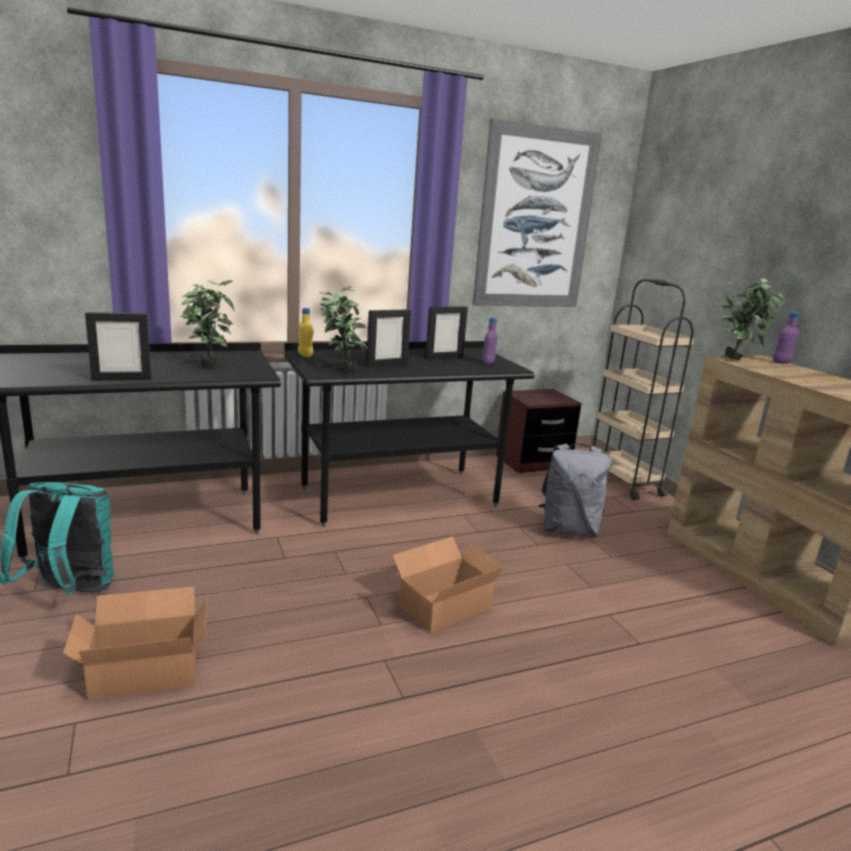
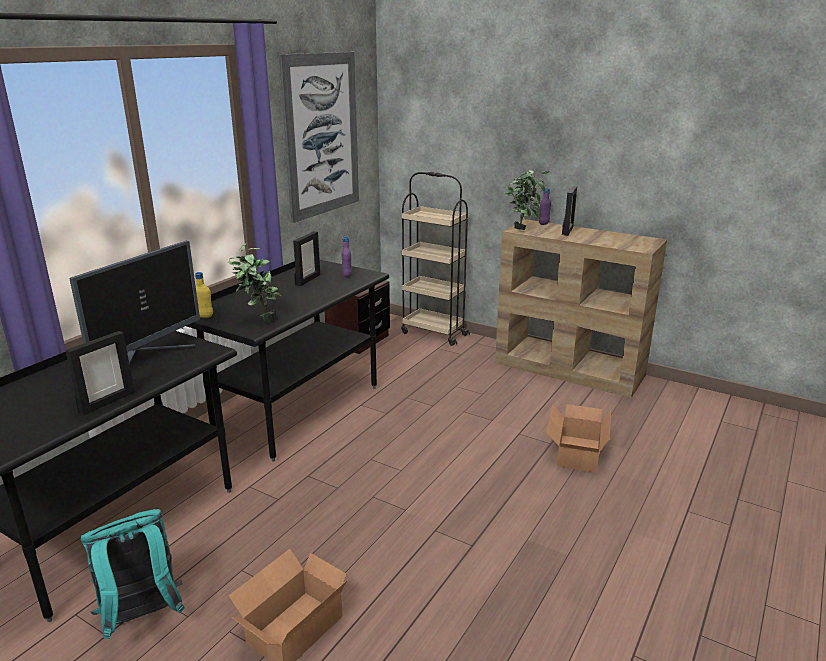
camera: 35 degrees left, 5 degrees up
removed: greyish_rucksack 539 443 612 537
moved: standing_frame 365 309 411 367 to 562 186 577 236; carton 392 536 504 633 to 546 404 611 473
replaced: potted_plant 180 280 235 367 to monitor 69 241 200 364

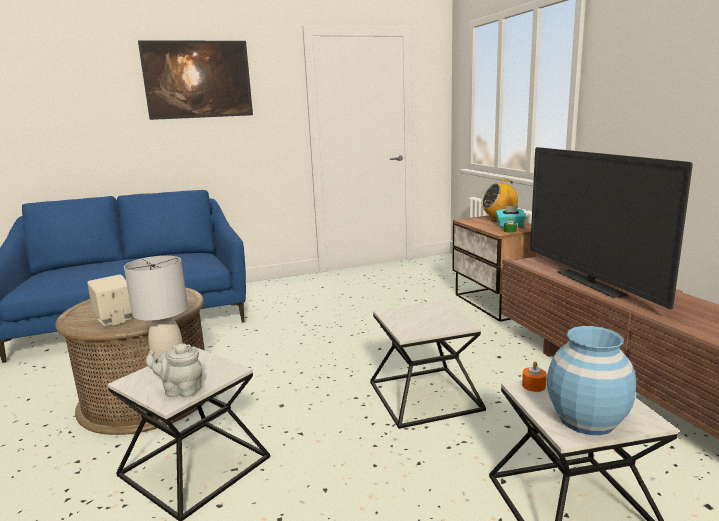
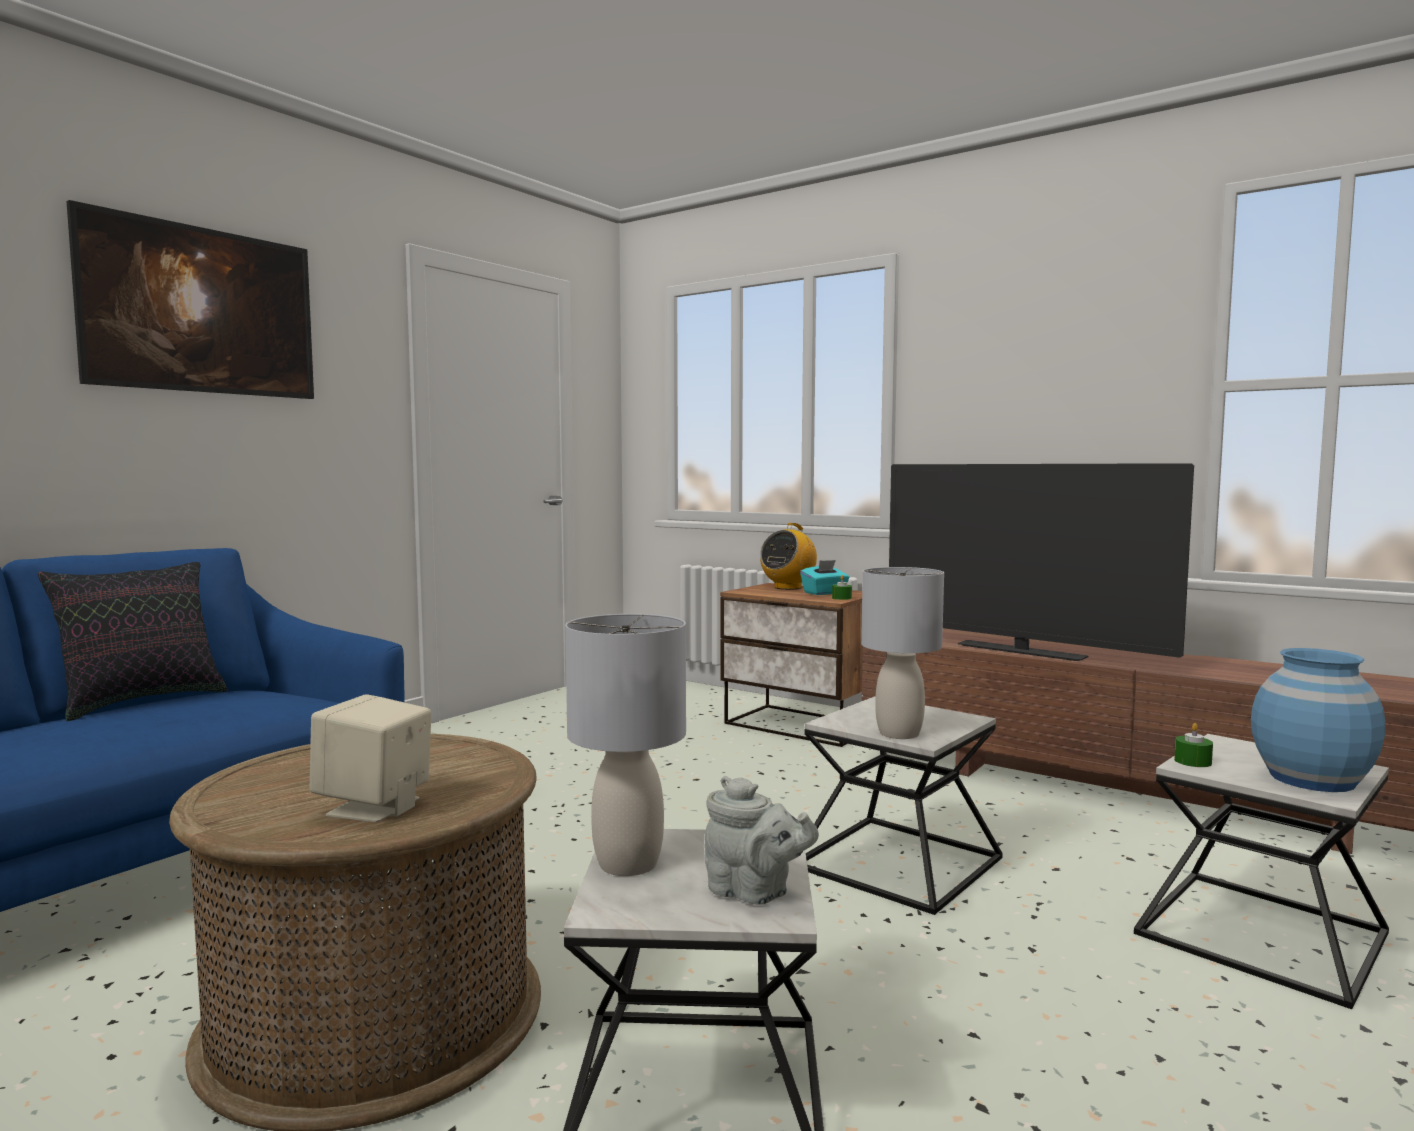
camera: 35 degrees left, 10 degrees down
added: black_cushion 38 562 227 721; greyish_tabletop_lamp 861 567 944 739
recoloured: orange-coloured_wax_candle 522 361 547 392 to green_wax_candle 1174 723 1213 767
turned: greyish_tea_pot 146 343 202 397 = 705 776 819 905 120 degrees counterclockwise

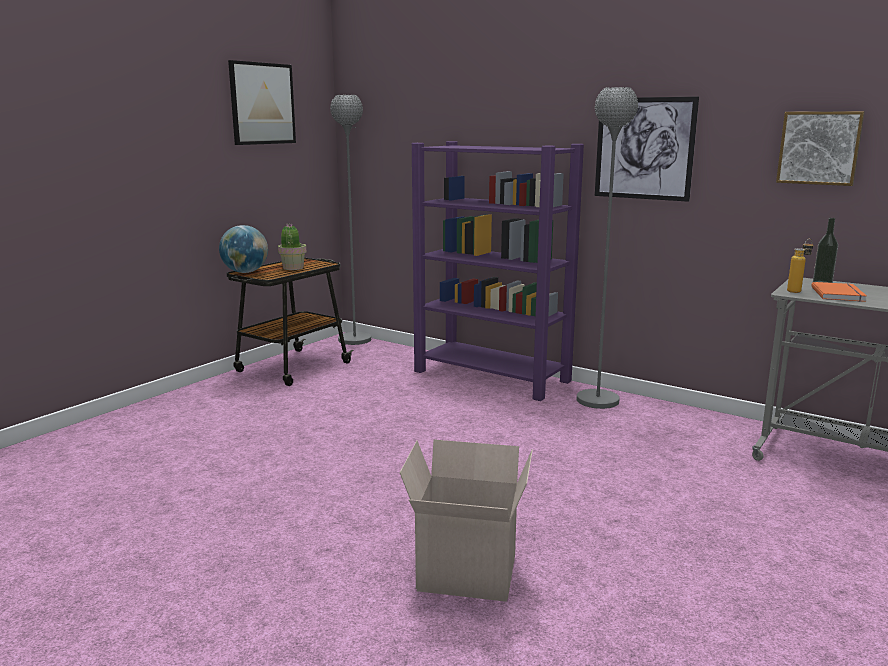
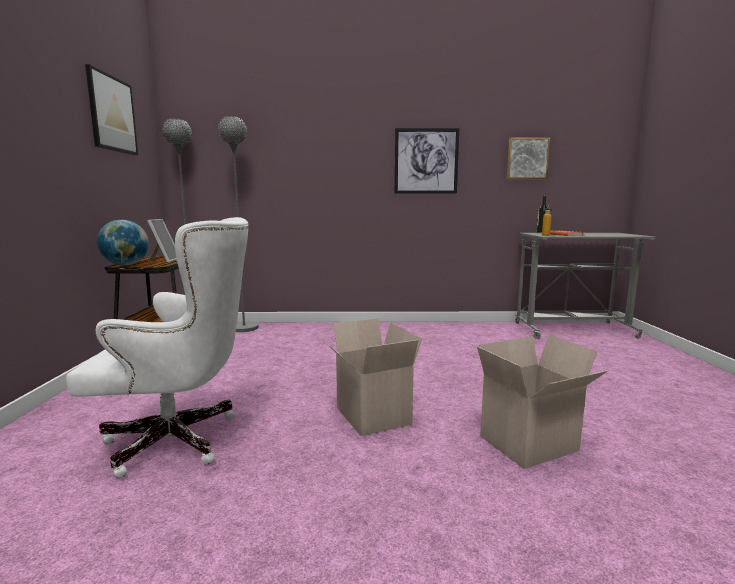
camera: 35 degrees left, 5 degrees down
removed: purple-coloured_bookshelf 412 141 584 401
added: white_computer_chair 66 217 248 478; carton 319 318 422 436
moved: greyish_standard_lamp 577 87 638 409 to 218 116 259 332
replaced: potted_plant 278 223 306 270 to standing_frame 147 219 177 262

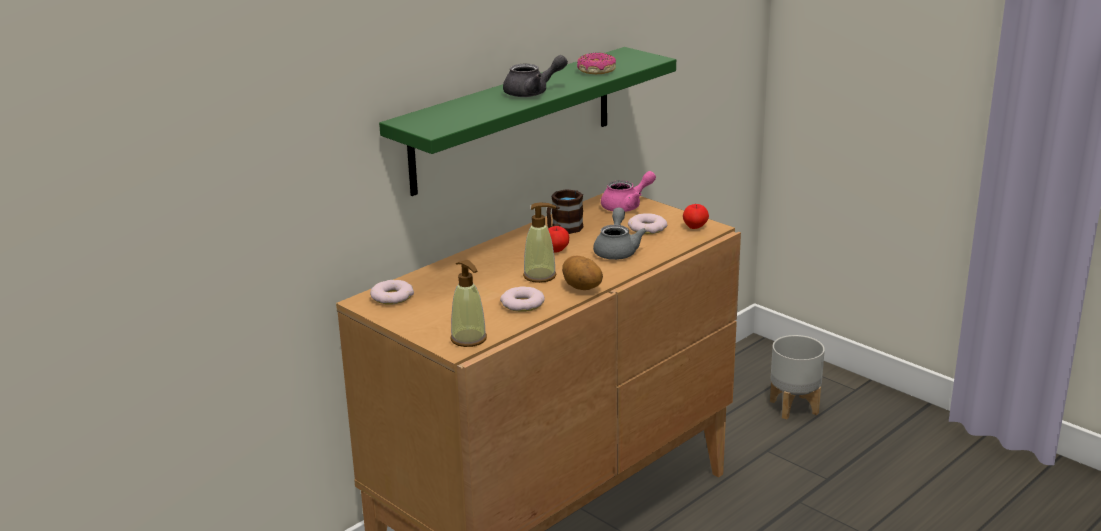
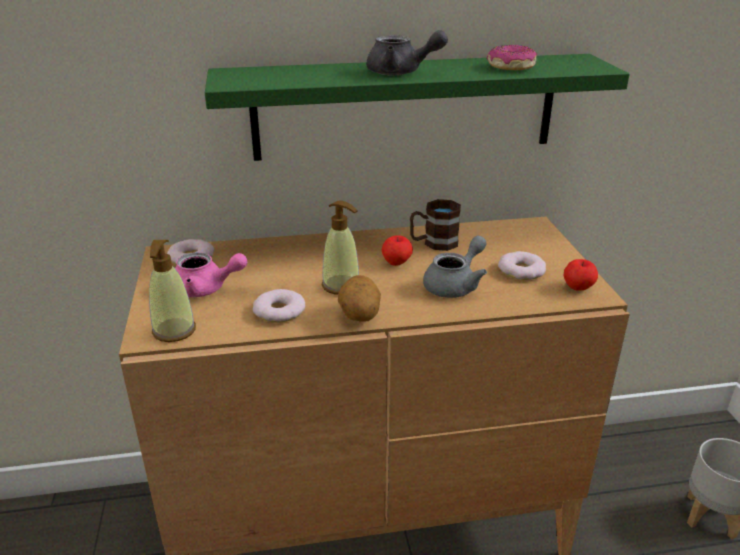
camera: 35 degrees right, 5 degrees up
moved: pinkish_tea_pot 601 171 656 212 to 175 252 247 297

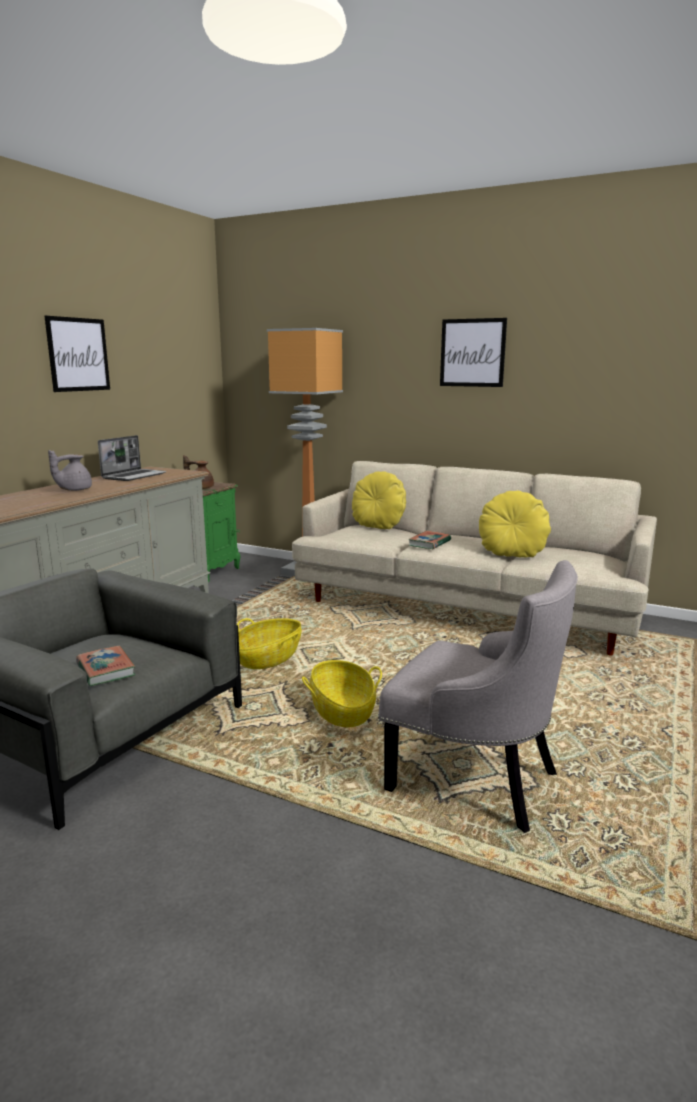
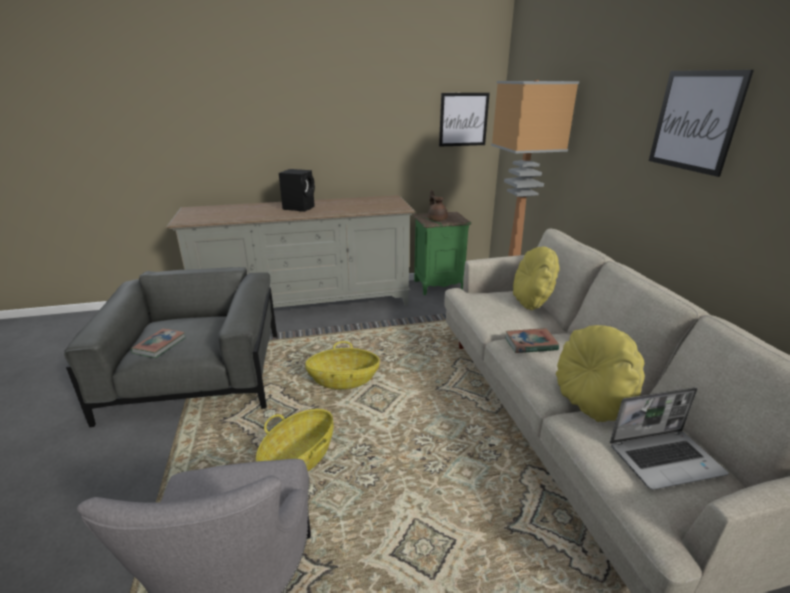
camera: 50 degrees right, 10 degrees up
moved: picture 45 316 110 392 to 439 93 490 147; notebook_computer 98 435 166 481 to 610 387 729 490
replaced: greyish_tea_pot 48 450 92 491 to black_loudspeaker 279 169 315 212

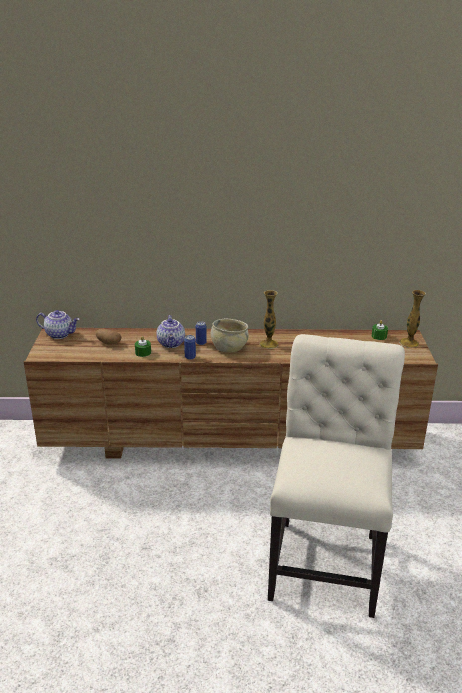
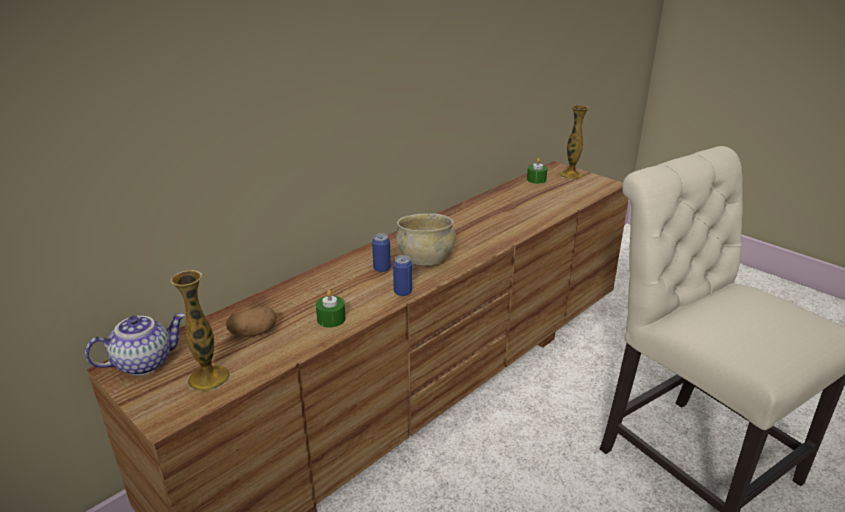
camera: 45 degrees left, 0 degrees up
removed: tea_pot 157 315 185 348
moved: flower_vase 259 290 279 349 to 170 270 230 391

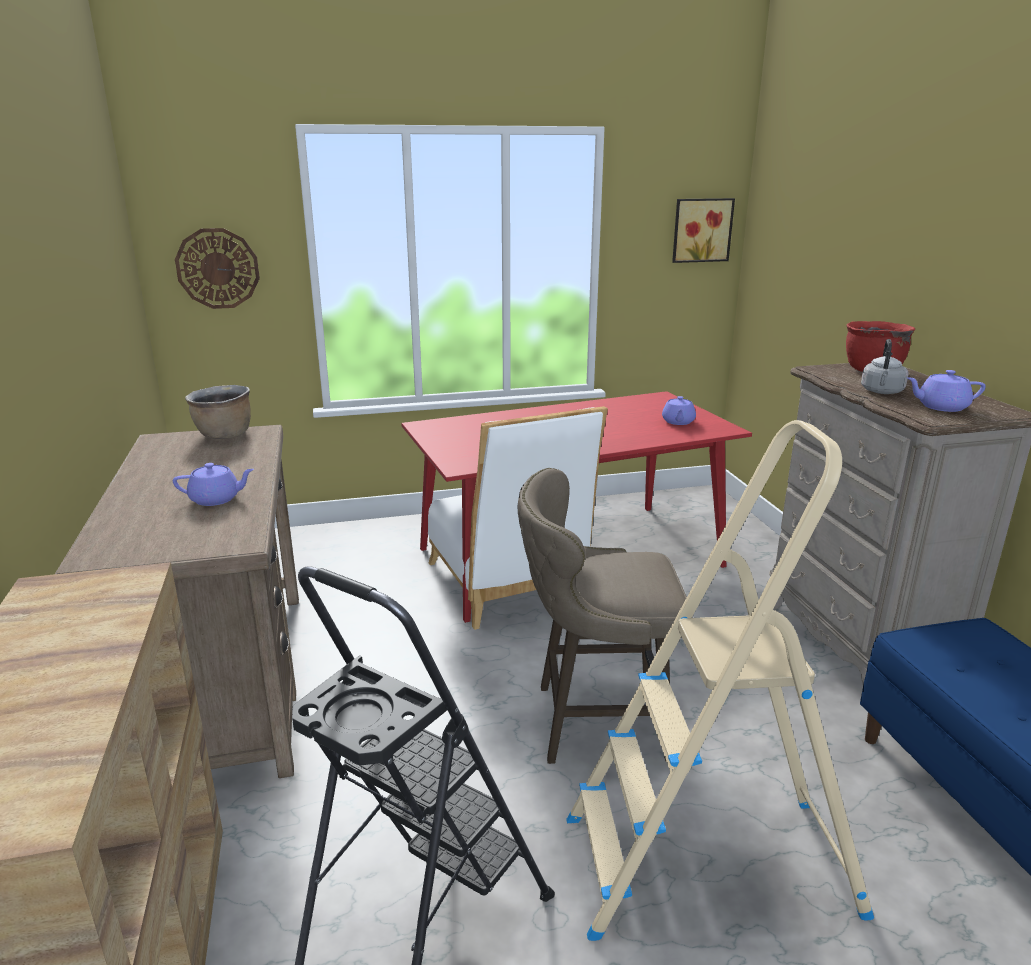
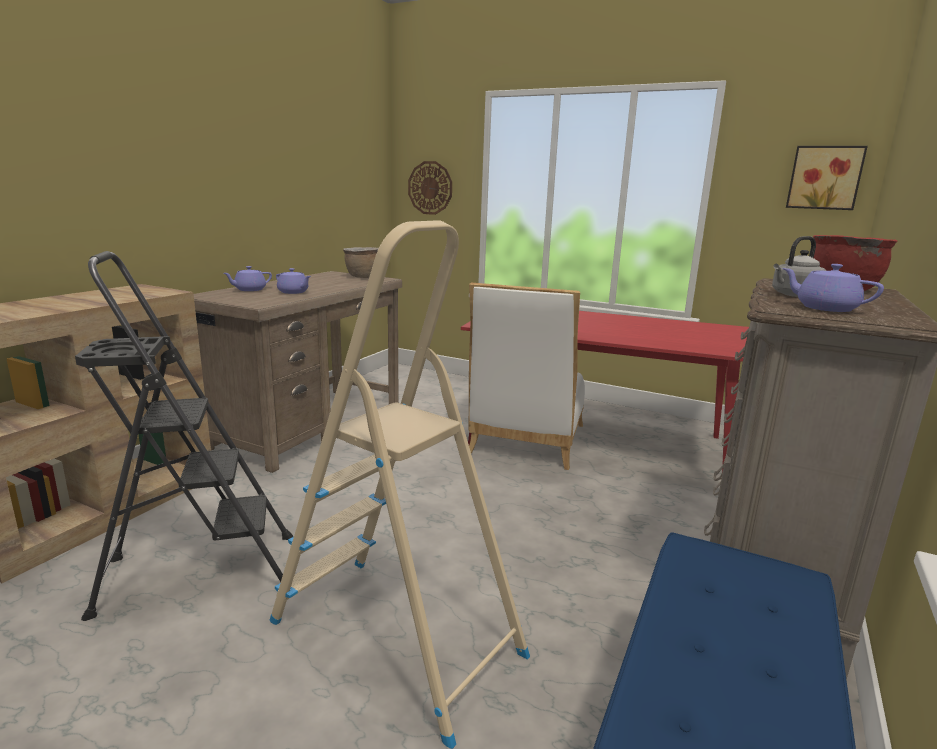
camera: 40 degrees right, 5 degrees down
removed: beige-coloured_stool_seat 518 468 687 764
moved: purple-coloured_tea_pot 662 396 696 425 to 223 266 272 291

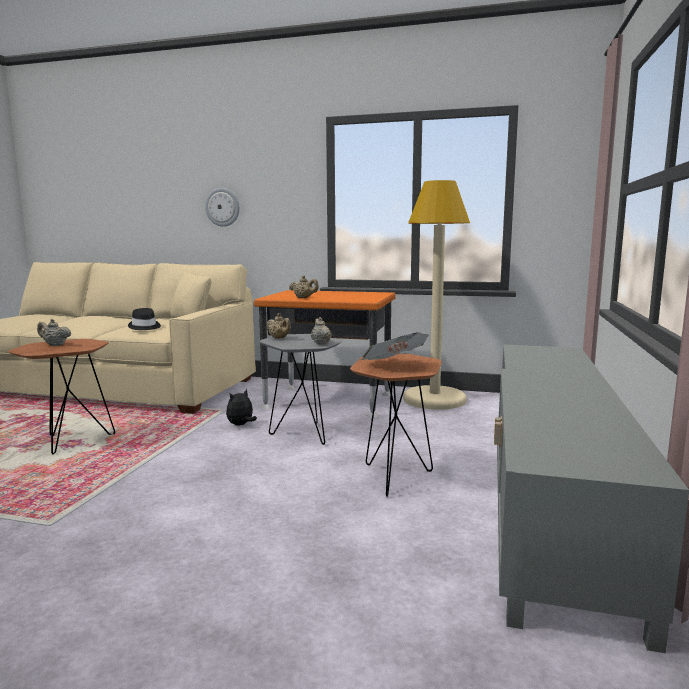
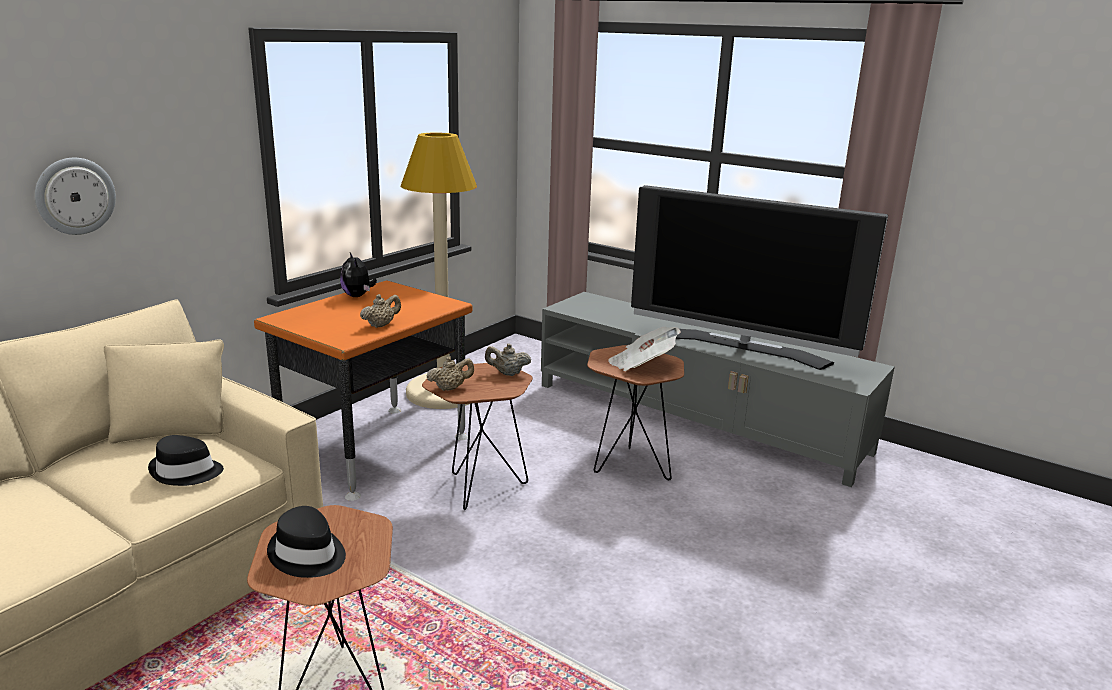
camera: 70 degrees left, 10 degrees up
added: TV 631 185 888 370
moved: plush_toy 226 389 257 425 to 340 252 377 297
replaced: beige-coloured_tea_pot 37 319 72 346 to black_hat 267 506 346 578
recoloured: greyish_accent_table 259 334 342 445 to brown-coloured_accent_table 422 363 533 510

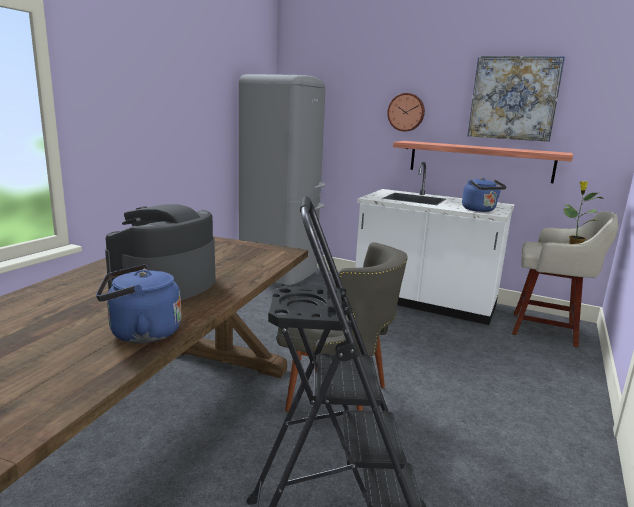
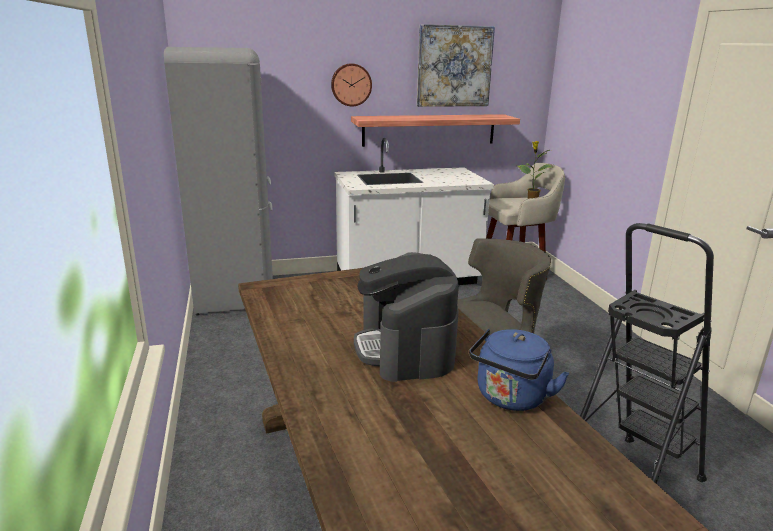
camera: 40 degrees left, 5 degrees up
removed: blue_water_kettle 462 177 507 212

